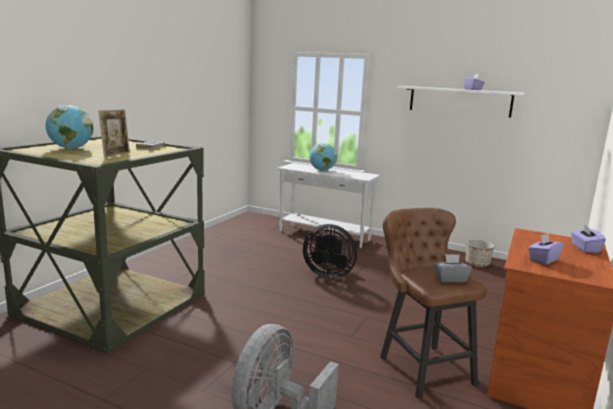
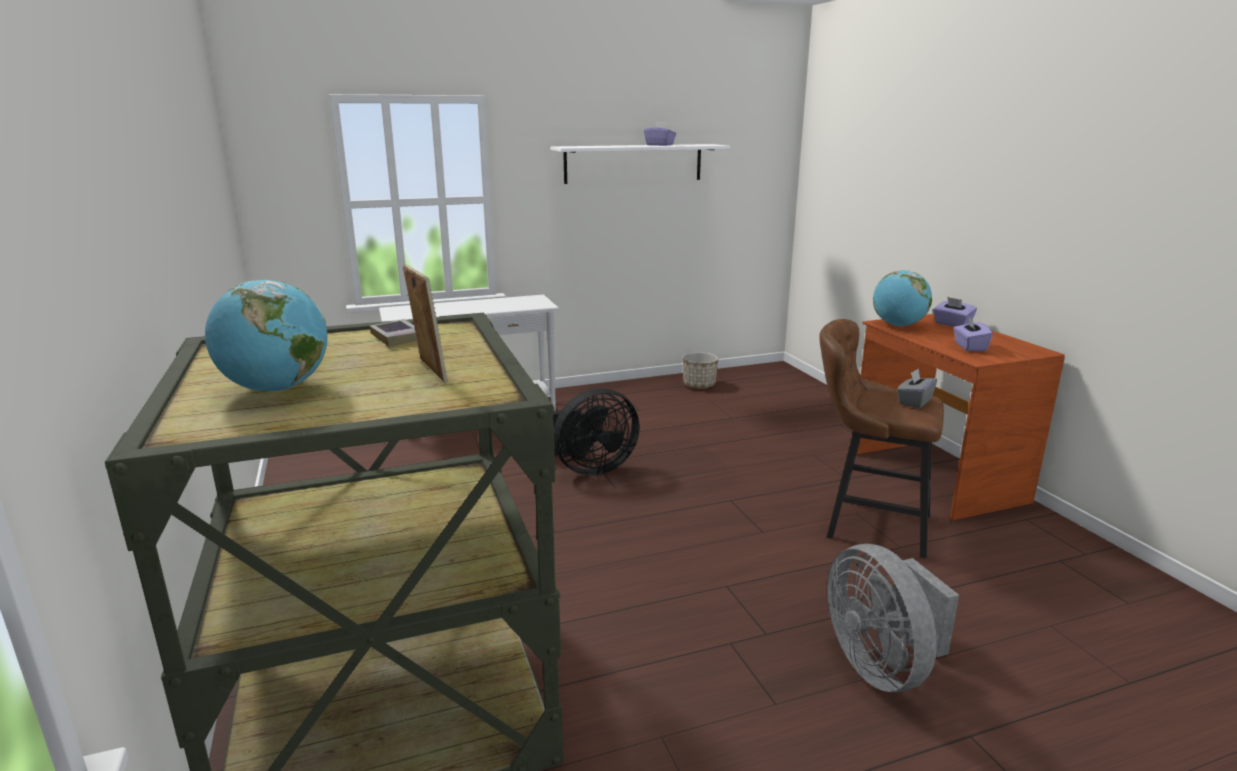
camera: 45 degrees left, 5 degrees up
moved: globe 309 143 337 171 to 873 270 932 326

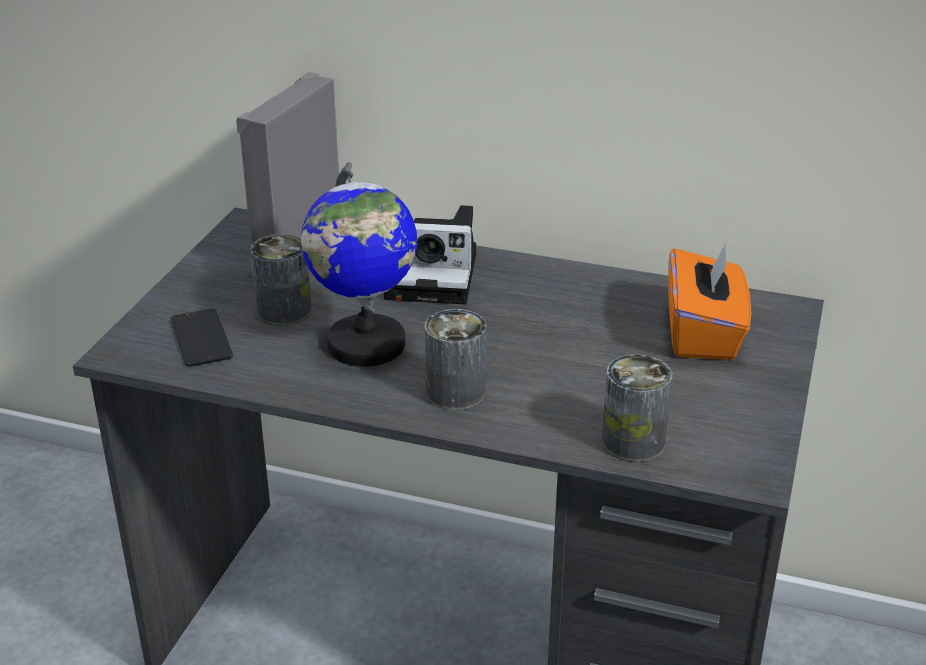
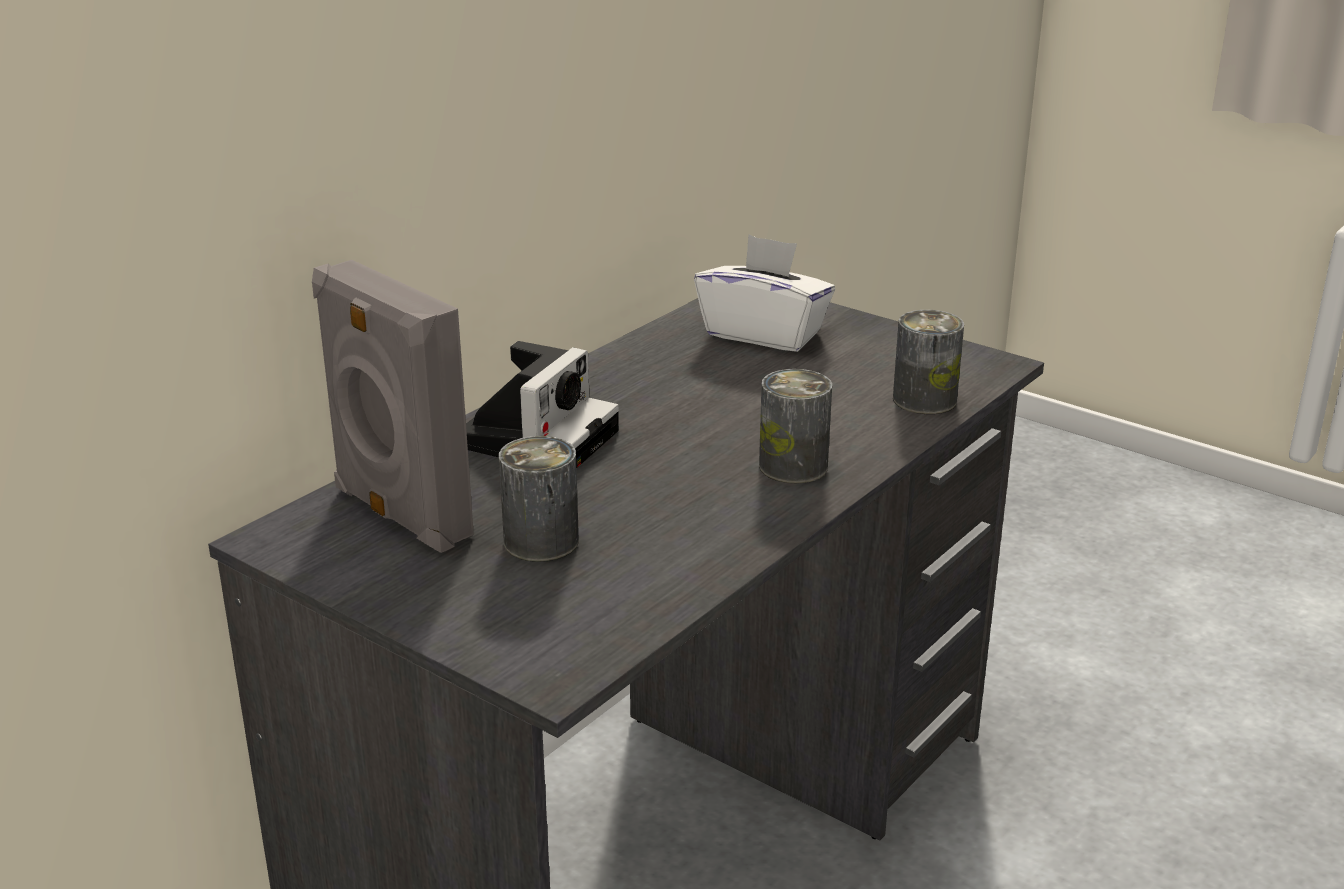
camera: 70 degrees left, 5 degrees down
removed: phone 171 309 233 367; globe 301 162 417 367
recoloured: orange-coloured_tissue_box 668 242 751 360 to white_tissue_box 694 235 835 352

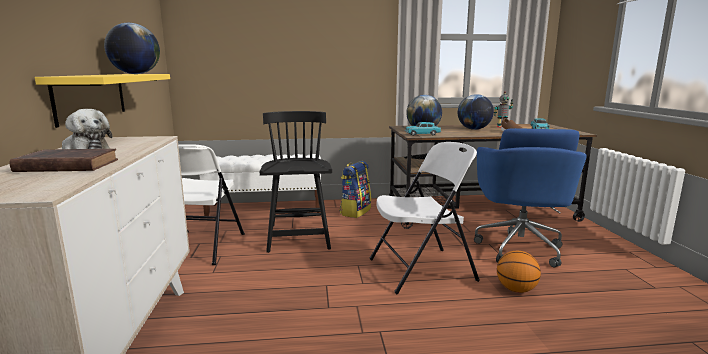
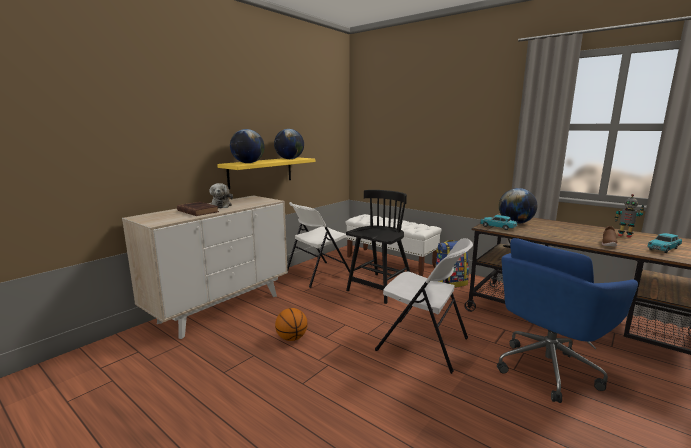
camera: 45 degrees right, 0 degrees up
moved: globe 458 94 494 130 to 230 129 264 163; basketball 497 251 541 293 to 275 308 308 341

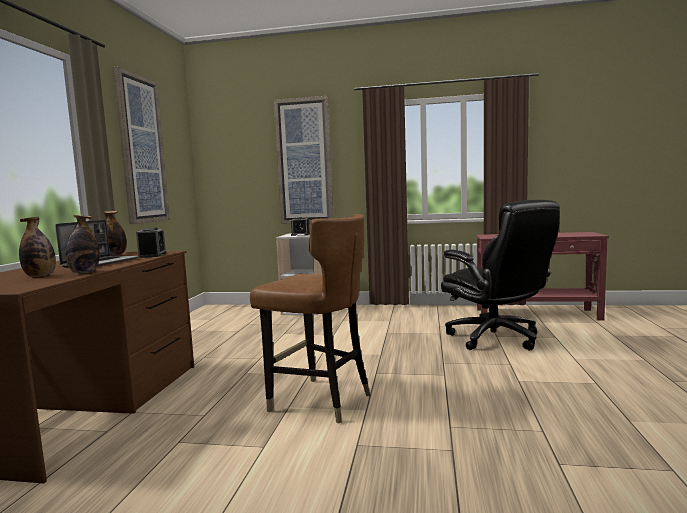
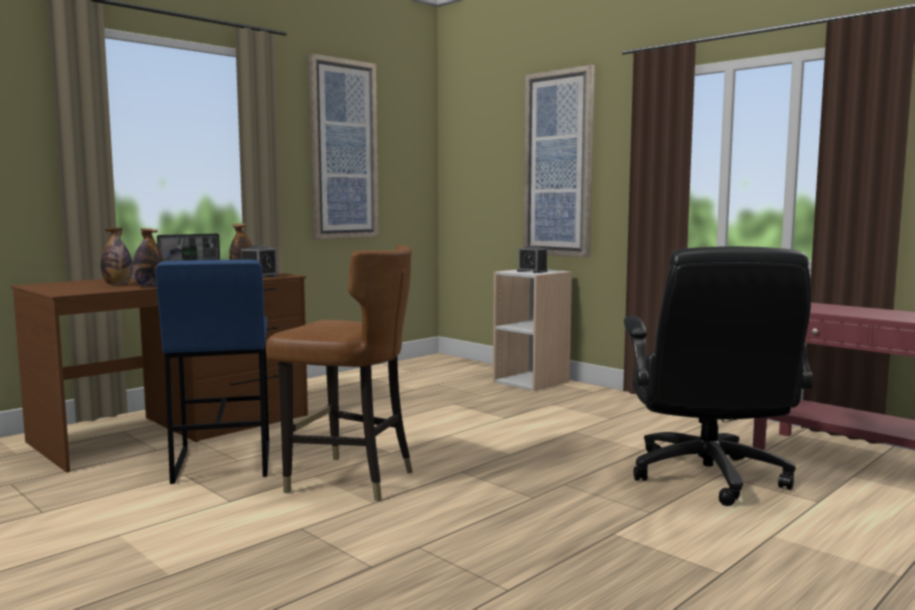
camera: 35 degrees right, 0 degrees up
added: blue_stool_seat 155 260 269 484
turned: brown-coloured_plain_chair 250 214 370 423 = 266 245 413 501 45 degrees counterclockwise

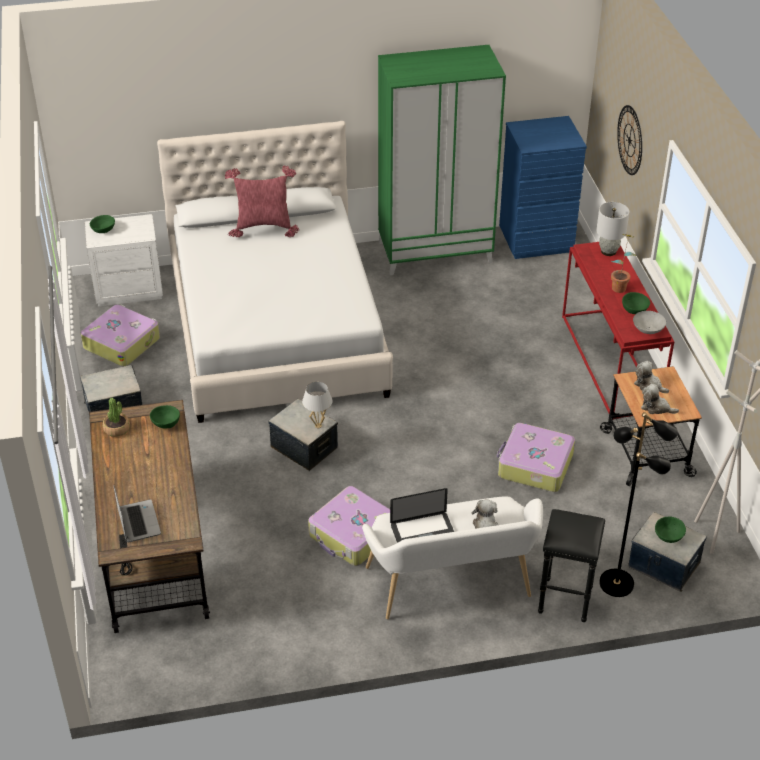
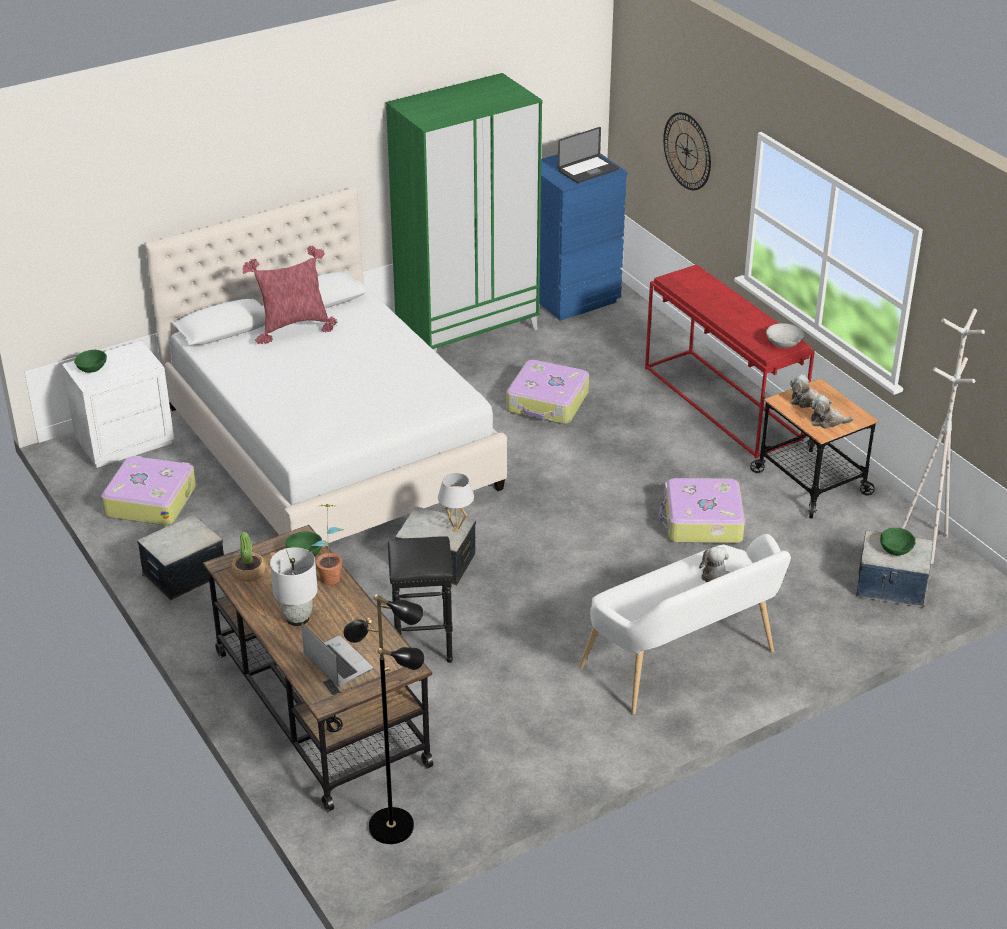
camera: 20 degrees left, 5 degrees down
removed: green_serving_bowl 622 292 650 314
moved: travel_case 308 486 390 566 to 506 360 589 424; notebook_computer 390 488 454 543 to 558 127 619 183; black_stool_seat 538 509 605 622 to 388 536 453 663; white_tabletop_lamp 596 202 629 256 to 270 547 318 626; black_standard_lamp 599 412 678 597 to 344 594 424 844; potted_plant 611 234 636 293 to 311 504 343 585

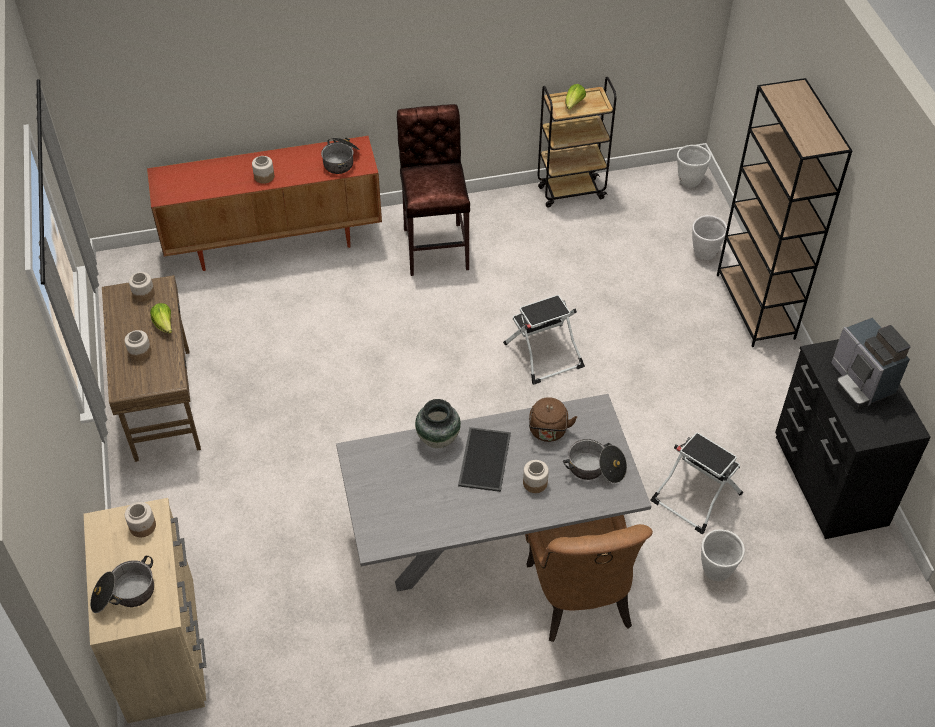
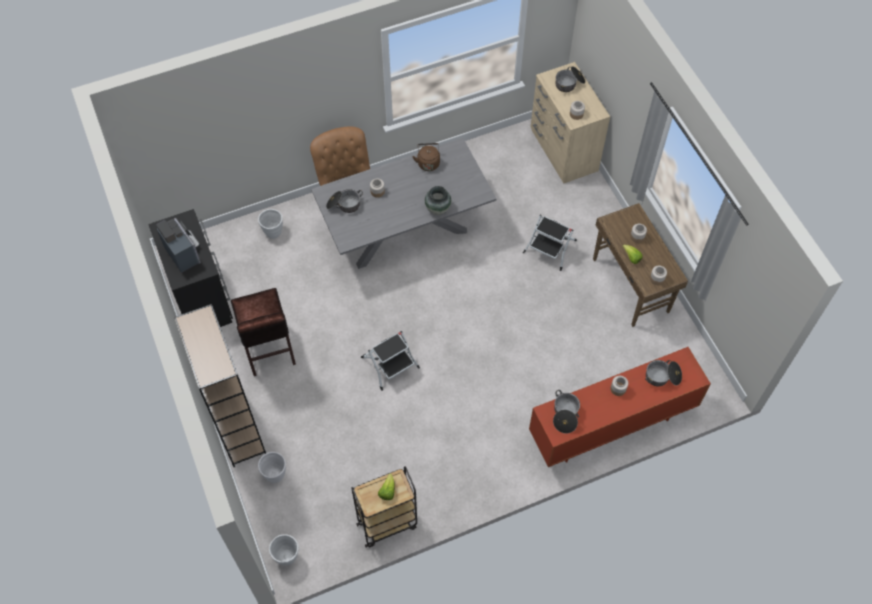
camera: 170 degrees right, 10 degrees up
removed: tray 458 427 511 492
added: cooking_pot 645 360 682 386
moved: brown-coloured_stool_seat 397 104 470 276 to 231 288 296 376; brown-coloured_water_kettle 529 397 577 442 to 412 143 440 171; stepladder 650 433 743 535 to 523 215 577 271

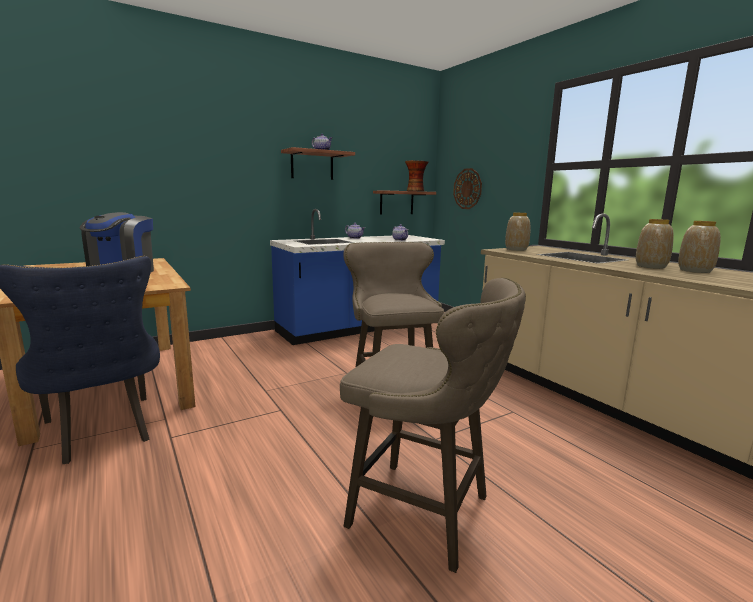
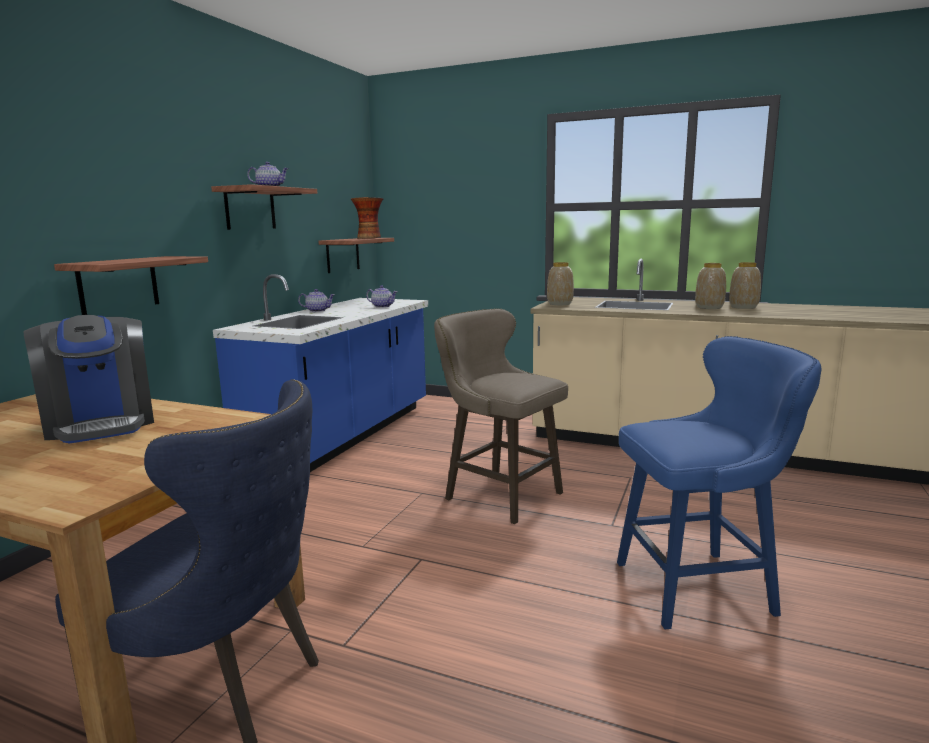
camera: 35 degrees left, 0 degrees up
removed: clock_on_the_wall 453 168 482 209
added: shelf 54 256 208 315
recoloured: beige-coloured_stool_seat 340 278 526 573 to blue_stool_seat 617 336 821 630

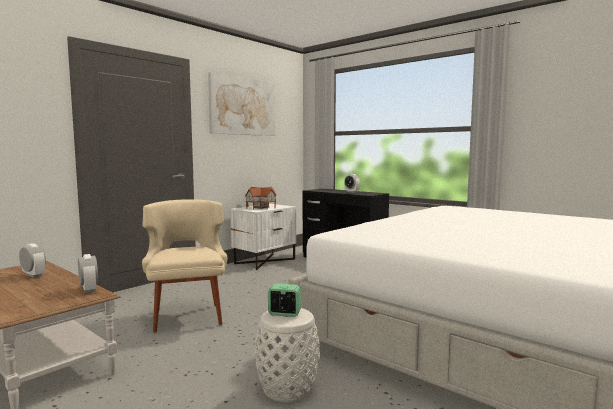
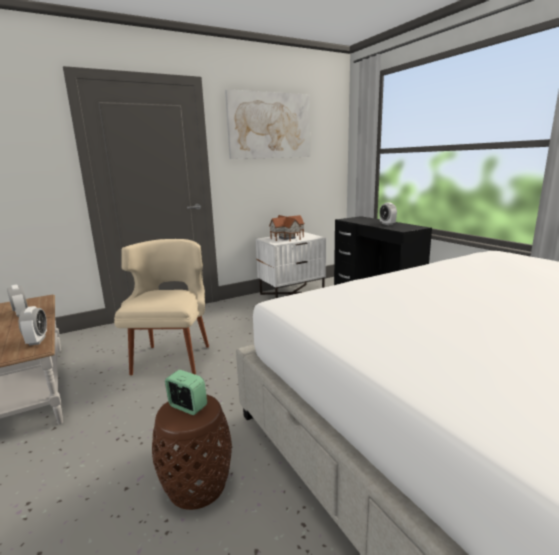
camera: 20 degrees right, 10 degrees up
recoloured: white_stool_seat 255 308 320 403 to brown-coloured_stool_seat 152 394 232 510

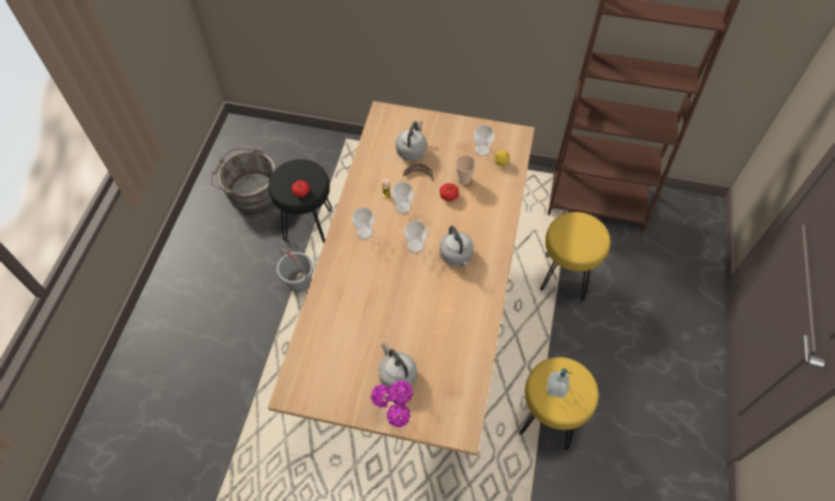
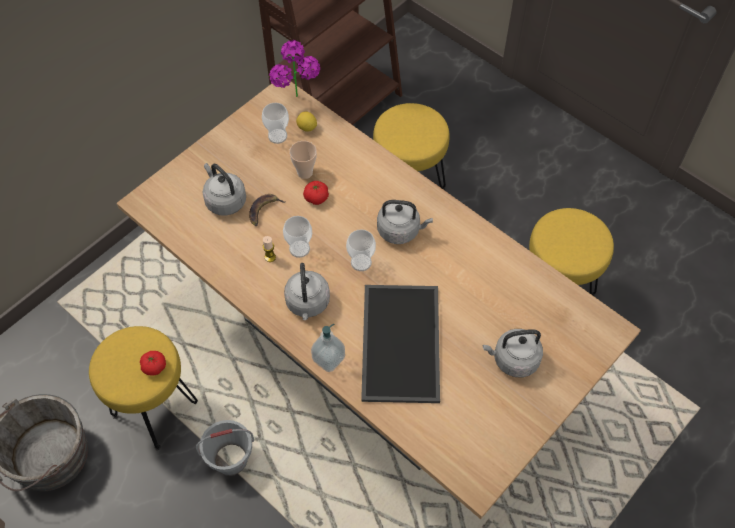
camera: 60 degrees left, 0 degrees up
added: tray 361 285 440 403
moved: potted_plant 371 380 413 427 to 269 40 320 97; liquid_soap_bottle 546 368 572 398 to 311 323 345 372
replaced: drinking_cup 352 207 375 239 to greyish_water_kettle 284 263 330 320
recoloured: black_stool_seat 268 159 332 242 to yellow_stool_seat 89 326 198 450

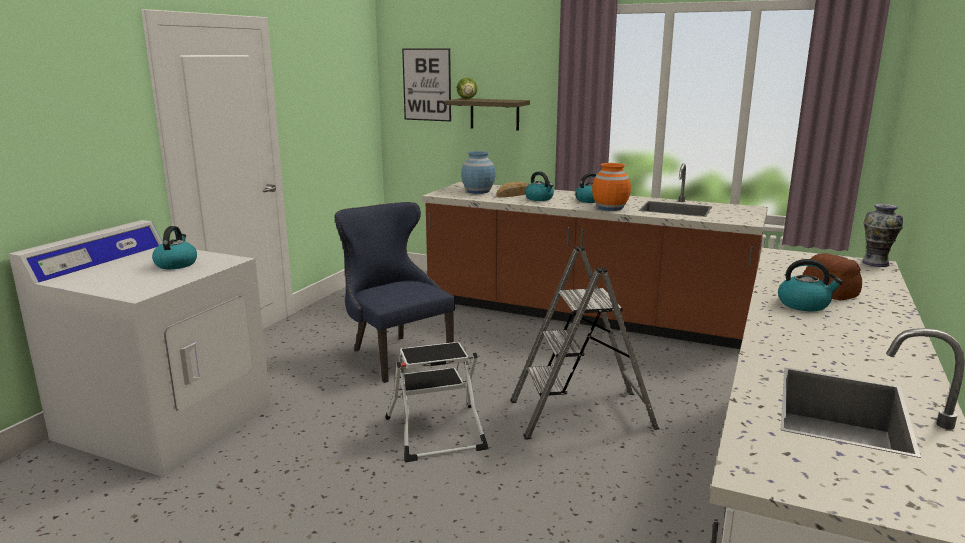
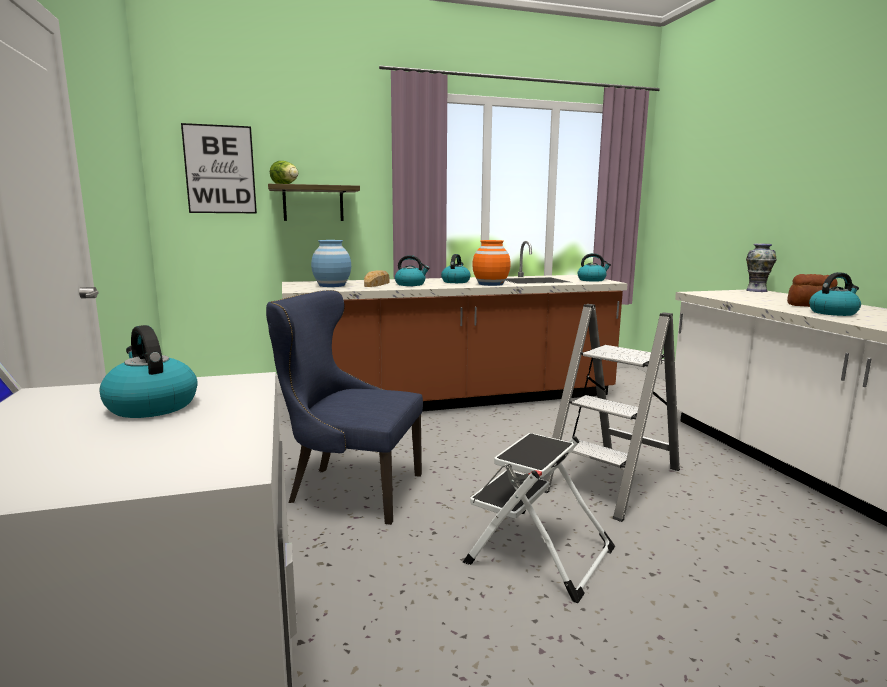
camera: 40 degrees left, 5 degrees down
added: water_kettle 577 253 611 282

